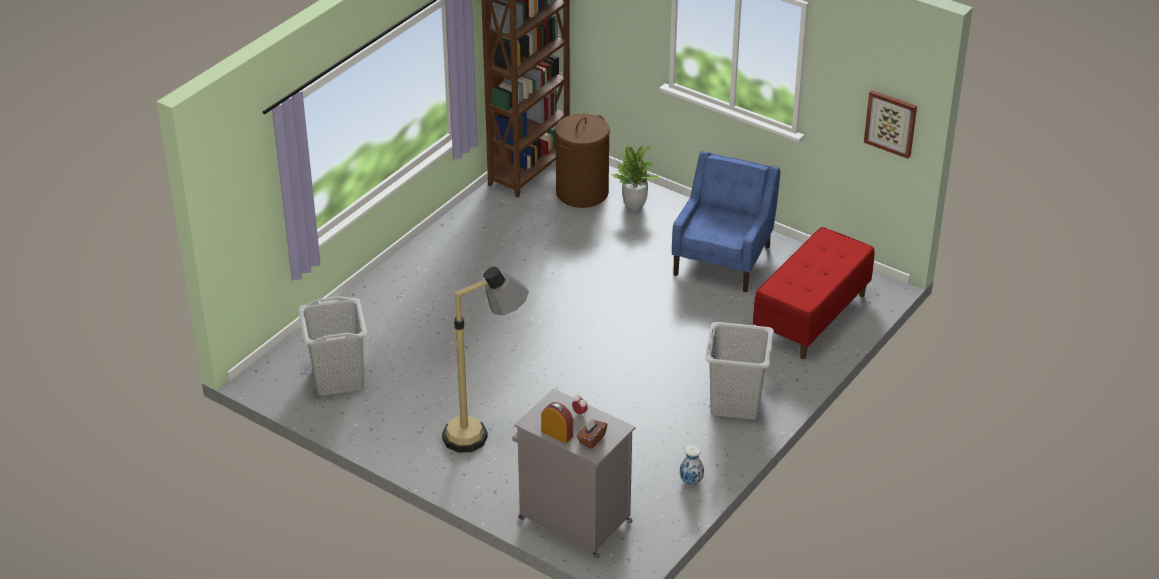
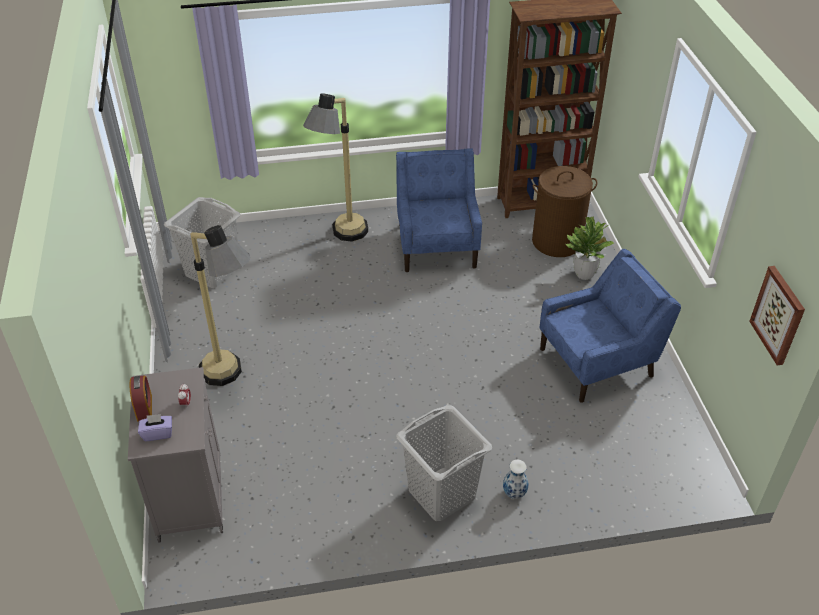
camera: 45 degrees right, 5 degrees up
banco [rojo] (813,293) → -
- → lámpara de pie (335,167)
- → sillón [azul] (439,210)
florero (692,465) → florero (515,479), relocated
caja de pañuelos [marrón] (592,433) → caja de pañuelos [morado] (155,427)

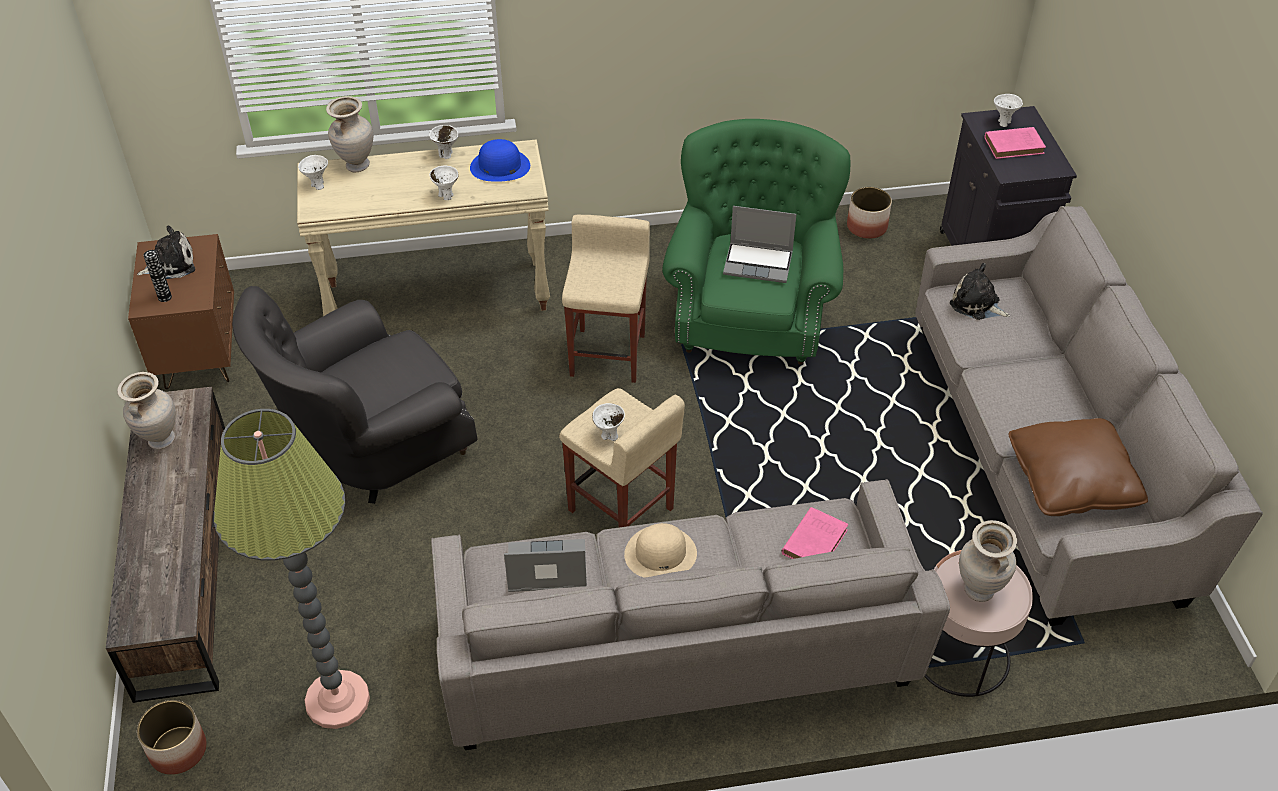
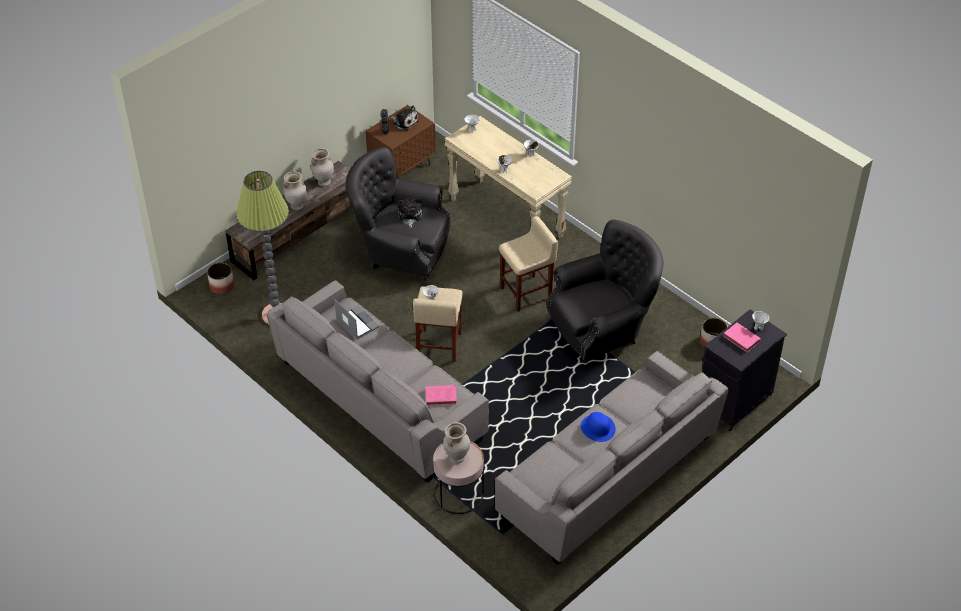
camera: 55 degrees right, 0 degrees up
sombrero [beis] (660,550) → -
portátil (760,244) → -
cojín [marrón] (1078,467) → -
florero [beis] (349,134) → florero [beis] (295,190), relocated
sombrero [azul] (500,160) → sombrero [azul] (598,427), relocated
peluche (980,291) → peluche (409,212), relocated
sillón [verde] (756,242) → sillón [gris] (605,291)

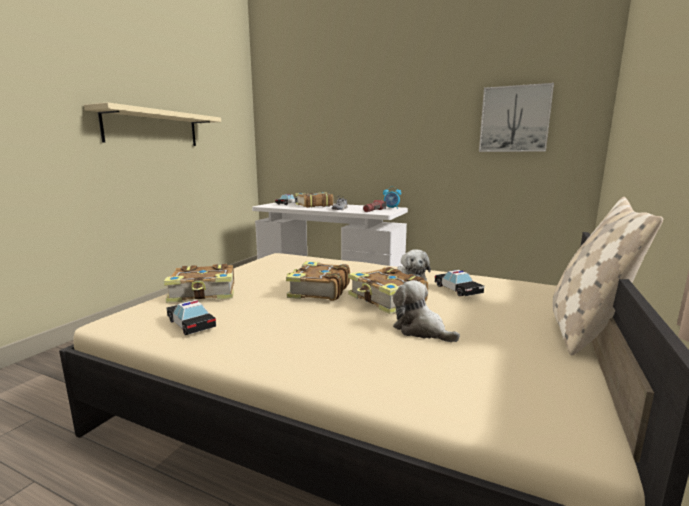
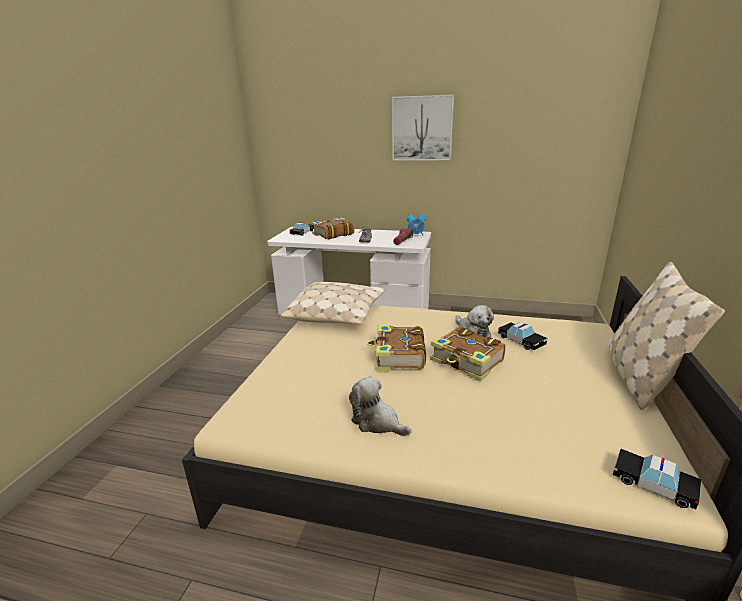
camera: 10 degrees left, 10 degrees up
estante [beis] (152,124) → -
libro (199,283) → -
- → cojín [beis] (333,303)
coche de juguete (191,317) → coche de juguete (657,479), relocated
peluche (426,311) → peluche (380,406), relocated
cuadro (516,117) → cuadro (423,127), relocated

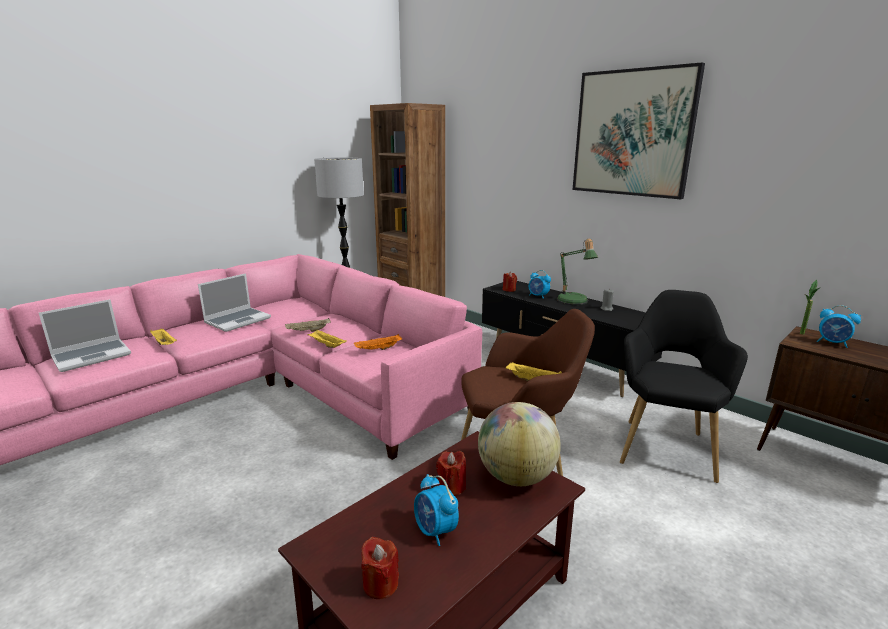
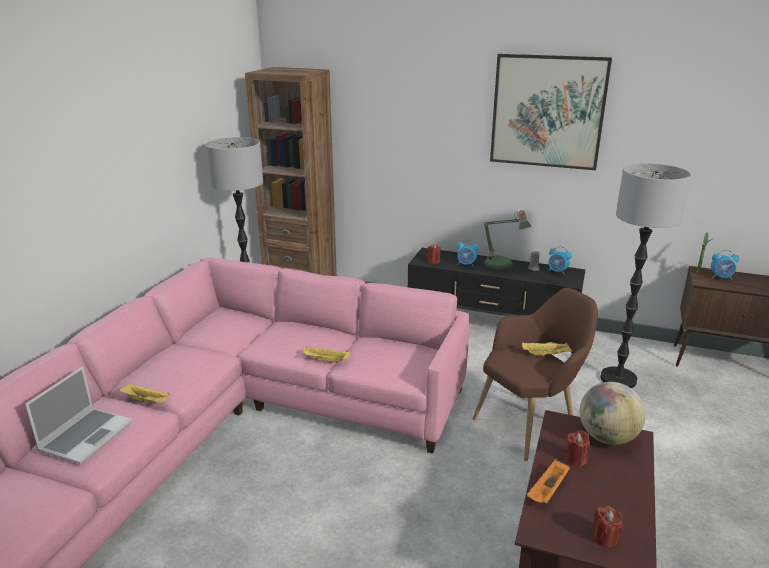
camera: 25 degrees left, 5 degrees up
portátil (234,302) → -
bandeja [beis] (308,325) → -
bandeja [naranja] (378,342) → bandeja [naranja] (548,481), relocated
despertador (436,510) → despertador (560,260), relocated
sillón [negro] (684,386) → lámpara de pie (645,275)

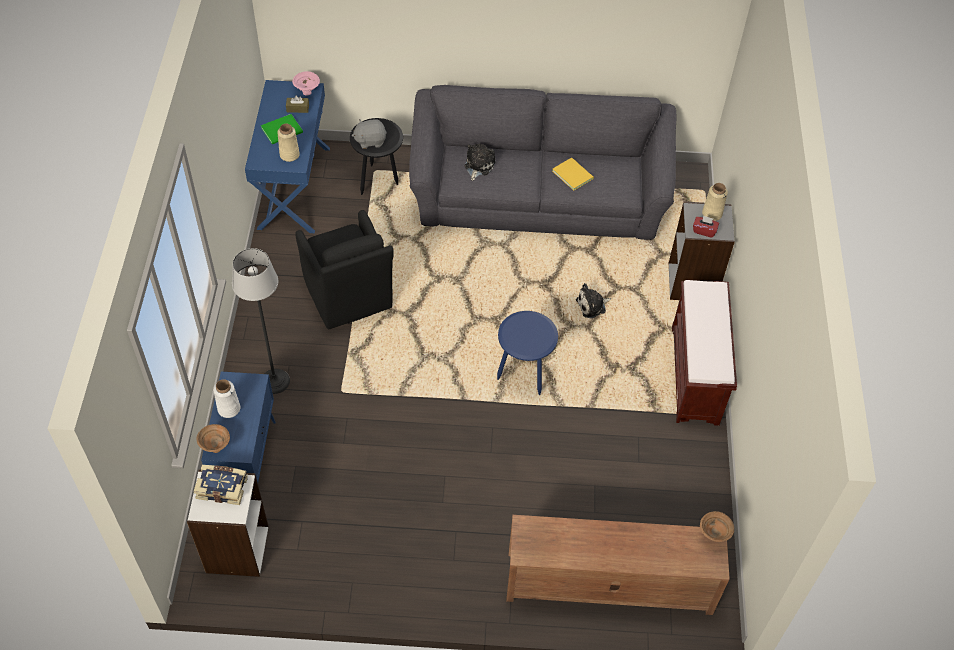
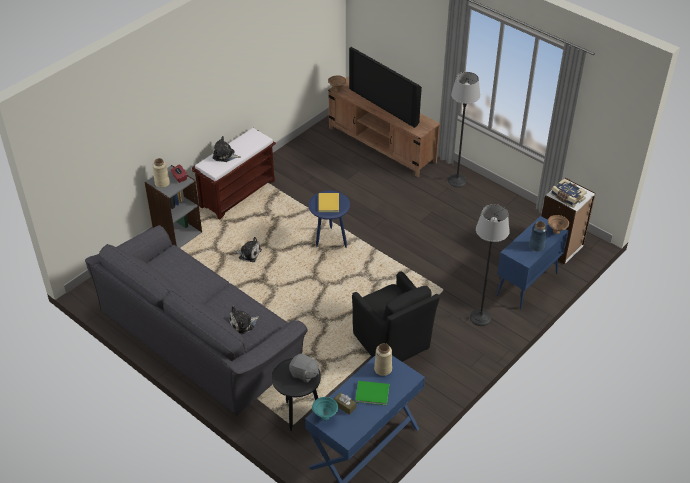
camera: 140 degrees left, 10 degrees down
- → peluche (226,149)
- → televisor (385,87)
- → lámpara de pie (463,130)
libro [amarillo] (573,173) → libro [amarillo] (328,202), relocated
florero [blanco] (226,398) → florero [azul] (538,236)
cuenco [rosa] (306,83) → cuenco [turquesa] (325,408)
sillón [negro] (344,270) → sillón [negro] (396,317), 135 degrees clockwise

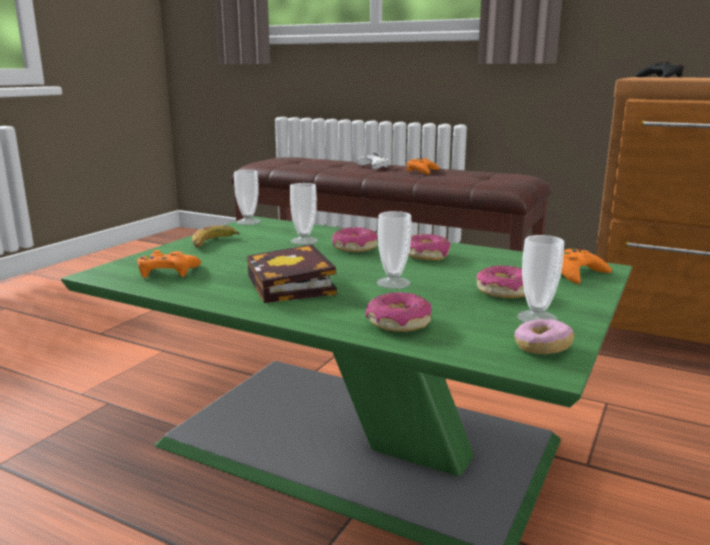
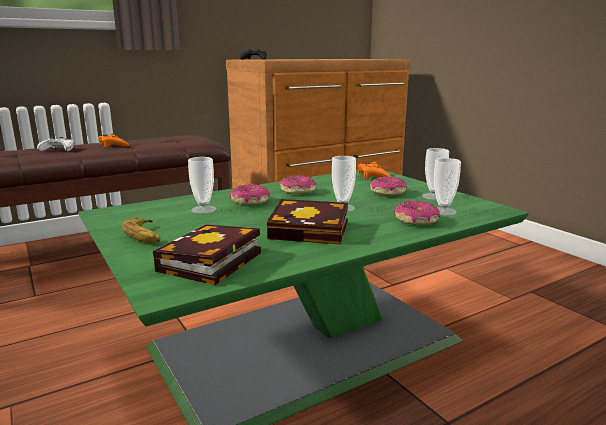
camera: 60 degrees left, 0 degrees up
rosquilla (544,336) → -
taza (247,197) → taza (447,187), relocated
mando de consola [naranja] (169,264) → libro (207,255)

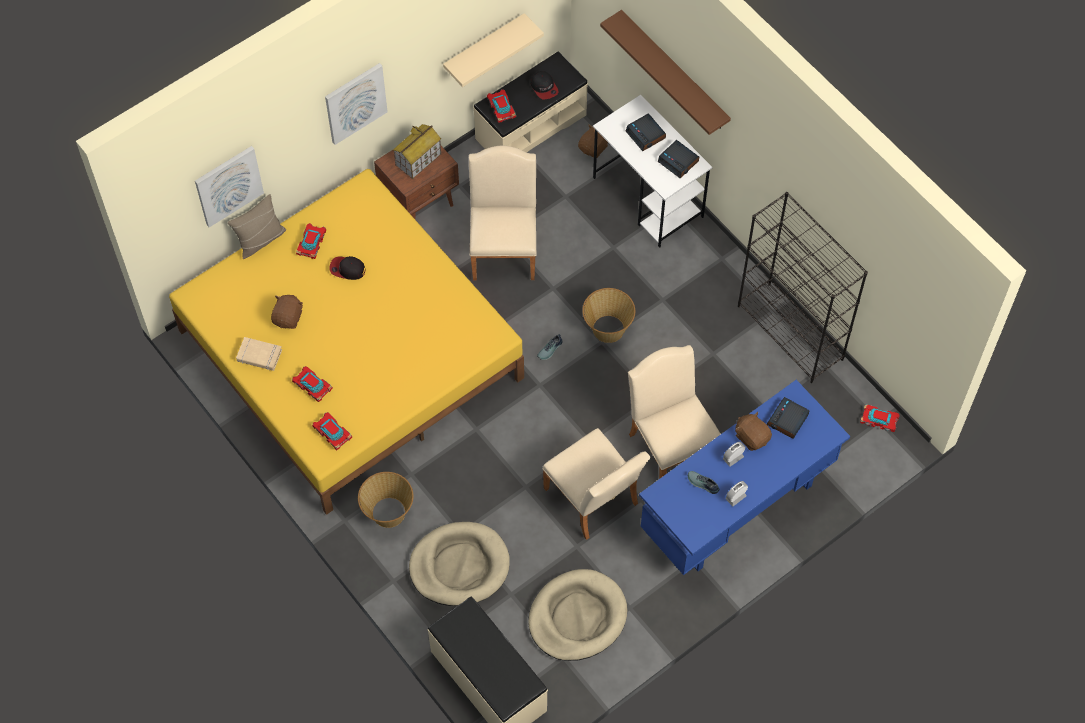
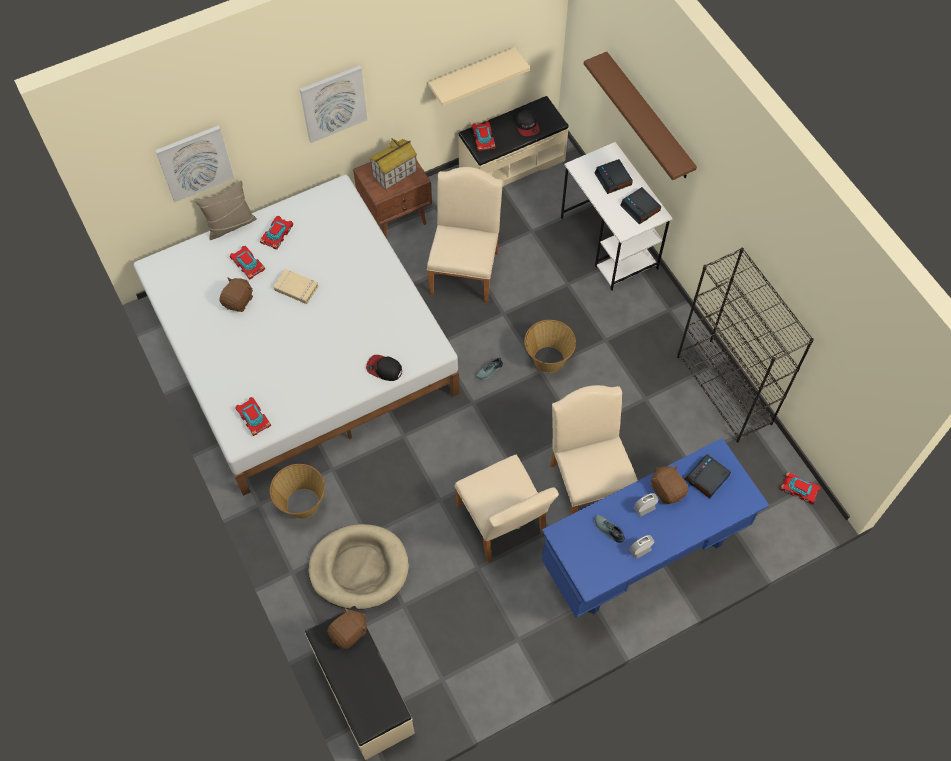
camera: 10 degrees right, 0 degrees up
cama para perro [beis] (577,615) → -
libro [beis] (259,354) → libro [beis] (296,286), relocated
coche de juguete (312,384) → coche de juguete (247,262), relocated
gorra (347,268) → gorra (384,368), relocated
peluche [marrón] (593,141) → peluche [marrón] (347,628), relocated
cama [amarillo] (346,342) → cama [blanco] (297,335)

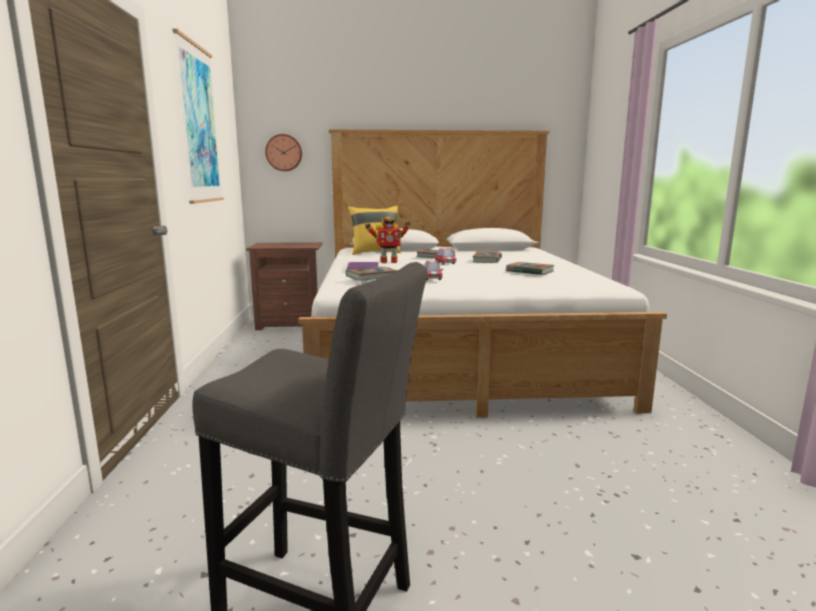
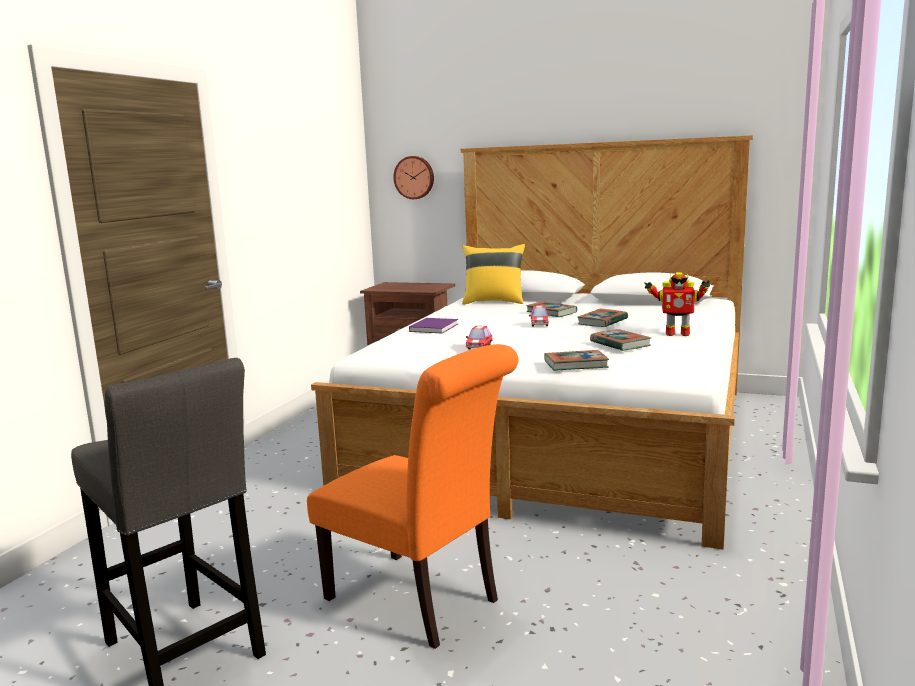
camera: 25 degrees right, 0 degrees up
cuadro (198,116) → -
- → silla [naranja] (412,496)
libro (371,274) → libro (576,360), relocated
robot de juguete (388,240) → robot de juguete (677,304), relocated

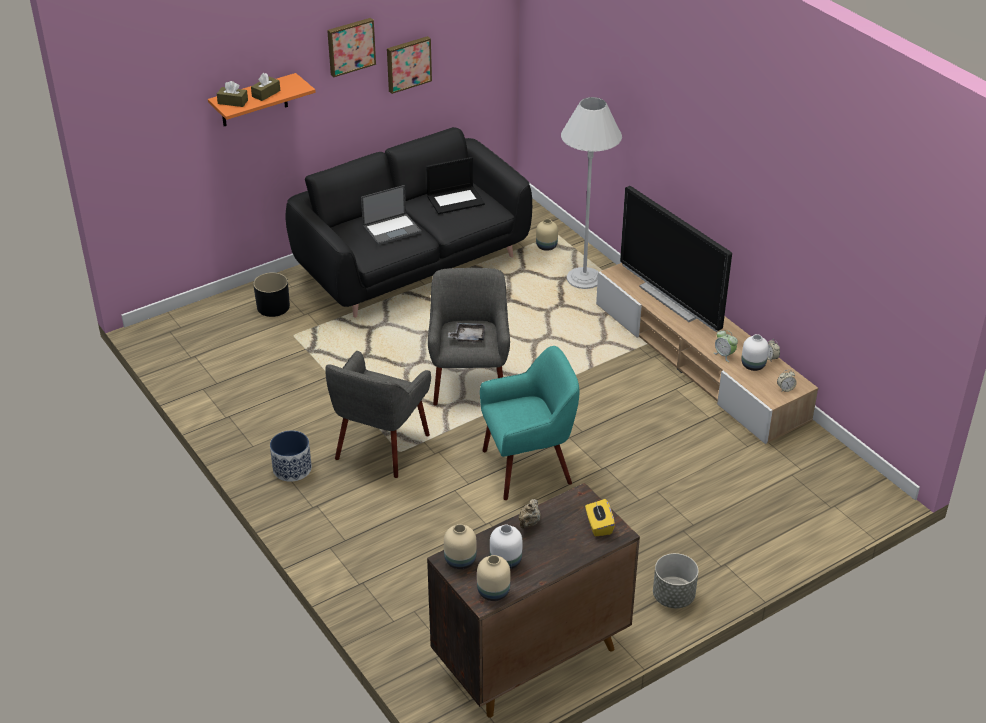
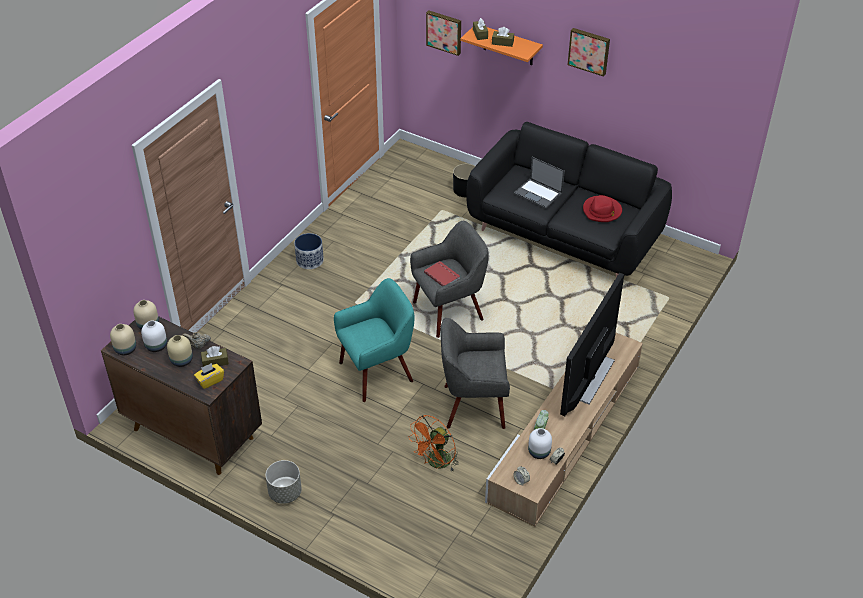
camera: 65 degrees right, 5 degrees up
lámpara de pie [blanco] (591,193) → -
- → caja de pañuelos [marrón] (215,356)
- → ventilador [naranja] (433,443)
sillón [gris] (378,414) → sillón [gris] (475,373), relocated
cuadro (409,65) → cuadro (443,33), relocated
florero [beis] (547,235) → florero [beis] (180,351), relocated
portátil (455,185) → sombrero [rojo] (602,208)
bandeja [gris] (466,333) → libro [rojo] (442,273)
sillón [turquesa] (529,423) → sillón [turquesa] (374,340), 75 degrees counterclockwise

